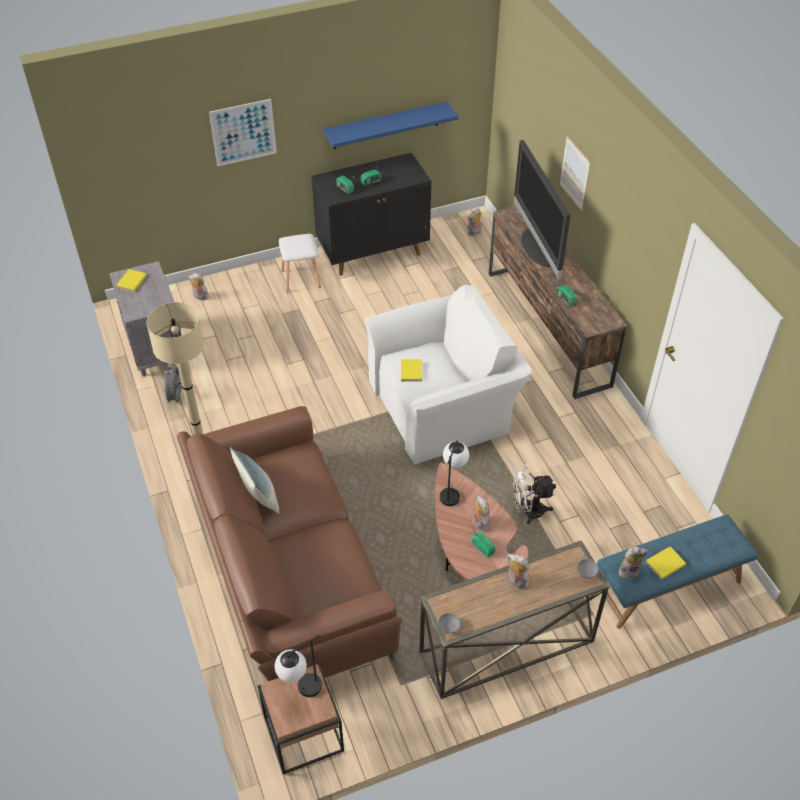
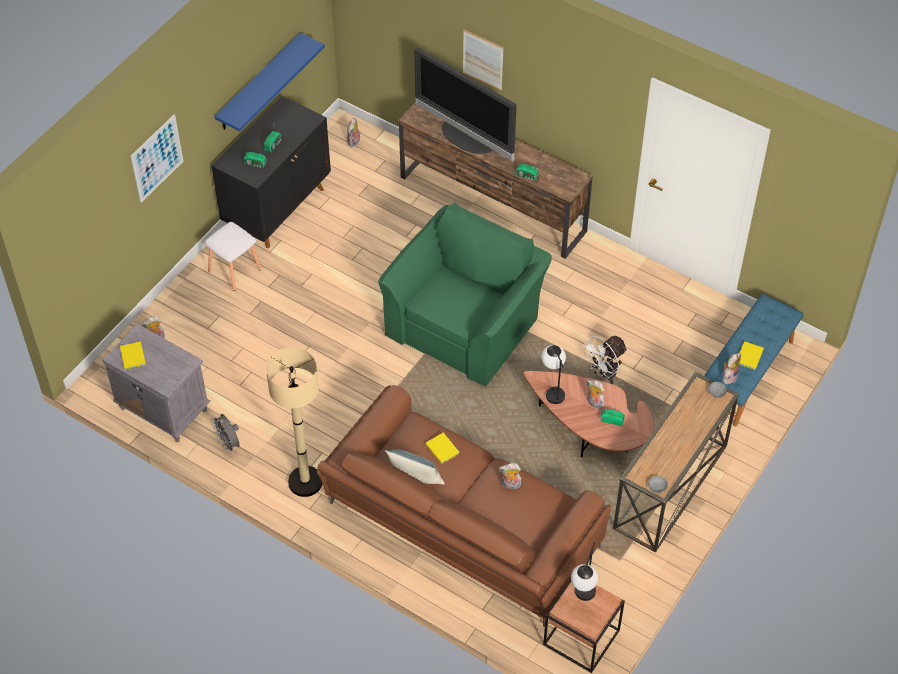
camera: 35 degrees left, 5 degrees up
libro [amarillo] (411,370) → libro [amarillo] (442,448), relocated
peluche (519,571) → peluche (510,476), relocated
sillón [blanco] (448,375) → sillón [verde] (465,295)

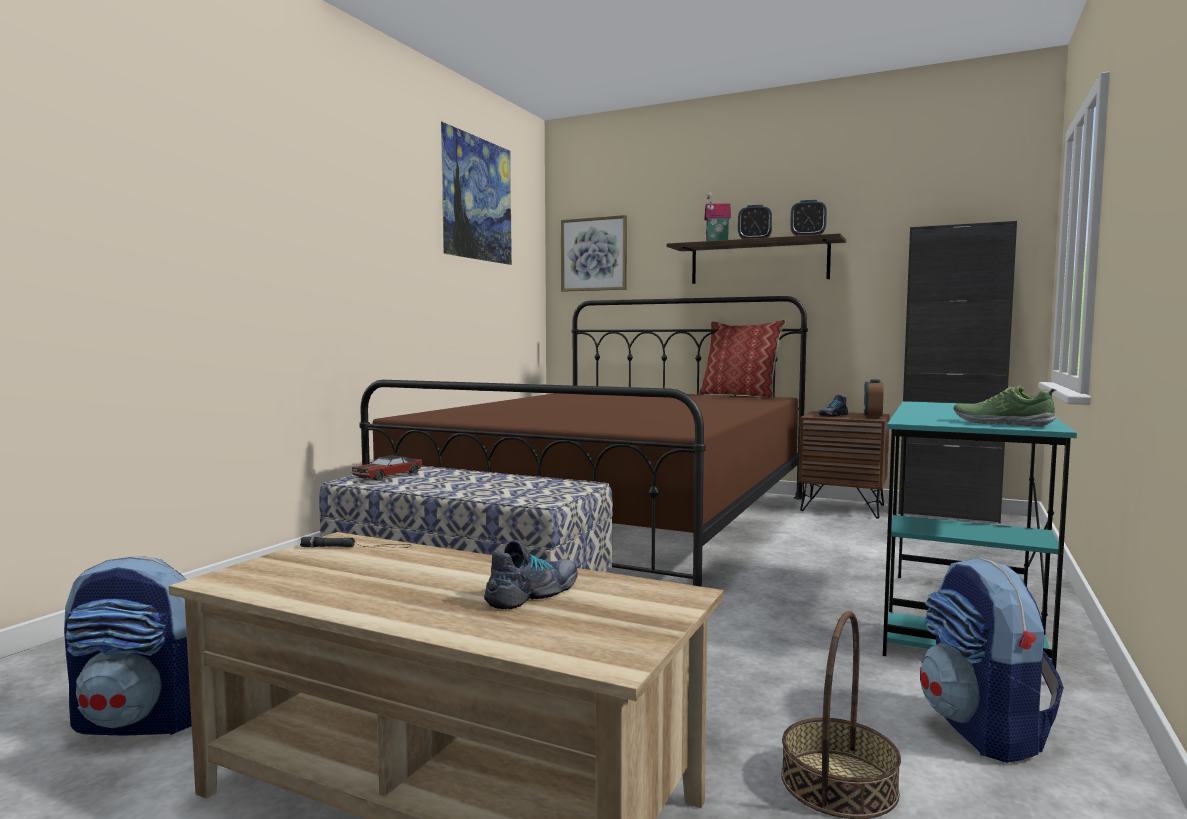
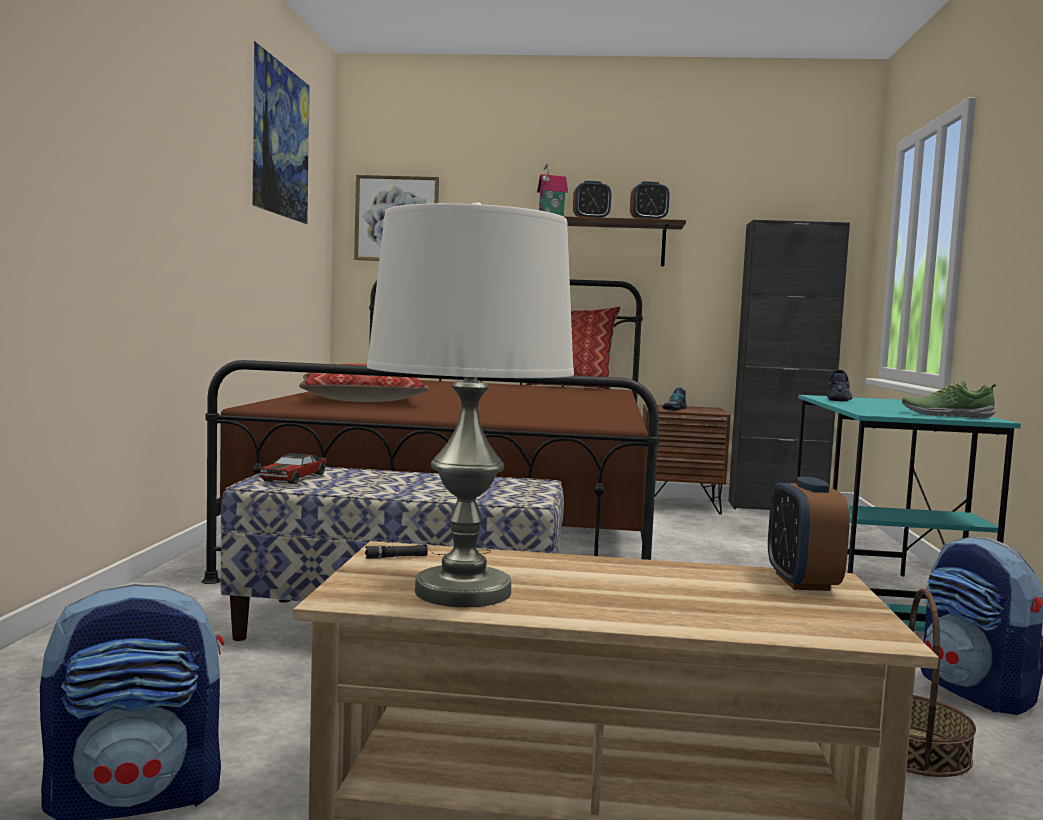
camera: 20 degrees left, 0 degrees up
- → cojín (363,383)
- → lámpara de mesa [blanco] (470,404)
zapato (531,574) → zapato (840,385), relocated
despertador (874,398) → despertador (809,533), relocated

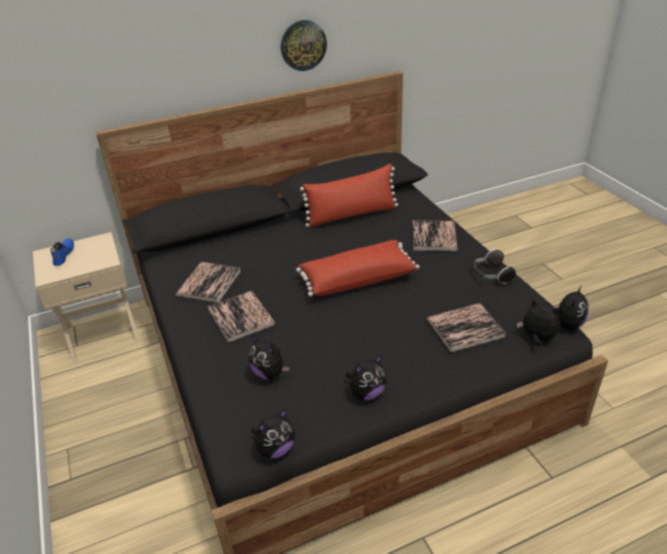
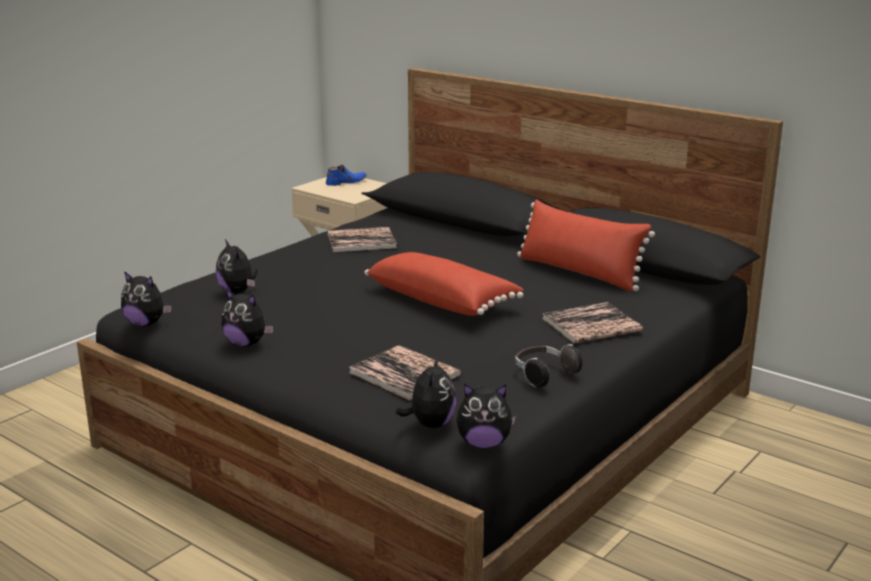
camera: 60 degrees right, 15 degrees down
libro (241,317) → -
reloj de pared (304,45) → -
peluche (269,357) → peluche (237,266), 45 degrees counterclockwise

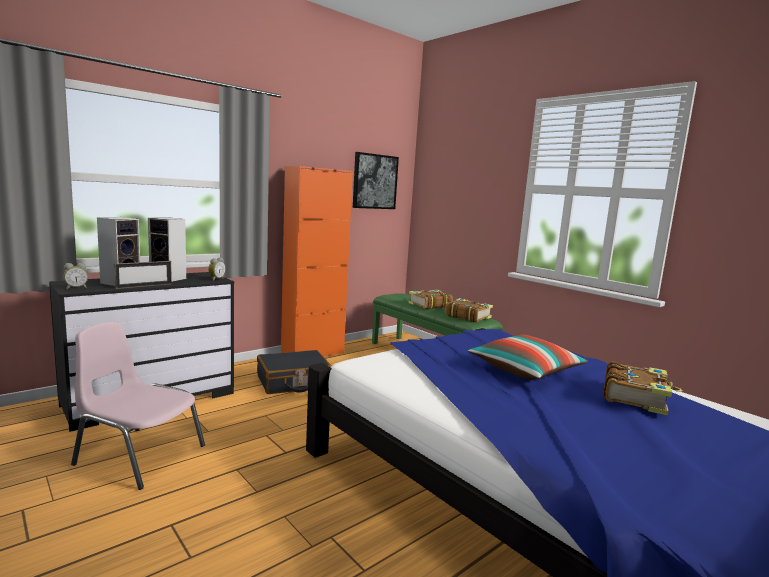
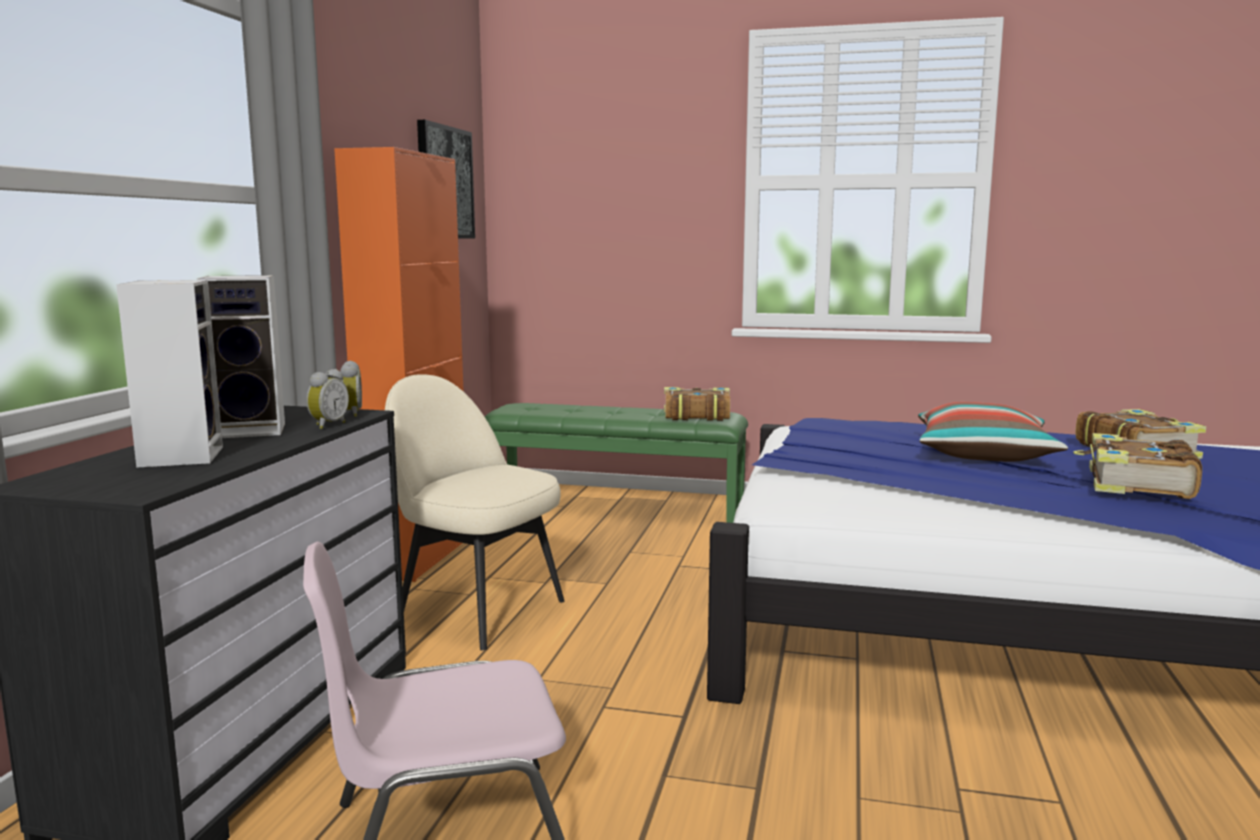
camera: 35 degrees left, 0 degrees up
portarretratos (143,275) → -
despertador (76,276) → despertador (327,399), relocated
libro (430,299) → libro (1137,466), relocated
maleta [negro] (294,372) → silla [beis] (474,512)

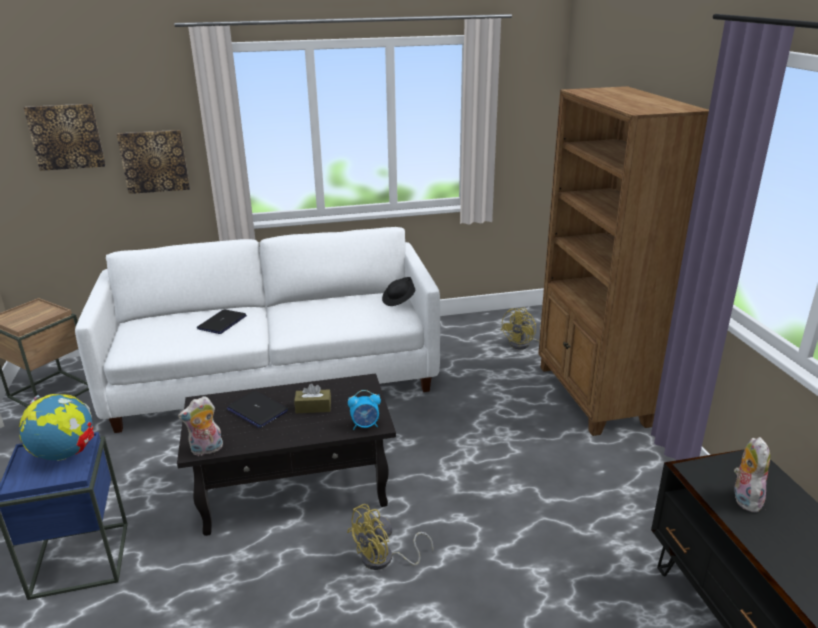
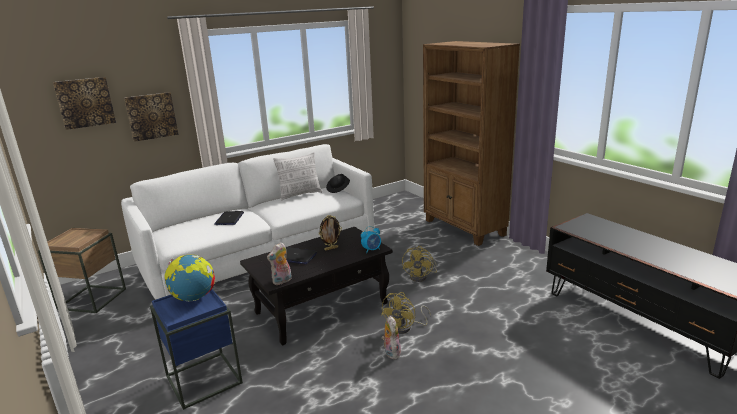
camera: 20 degrees left, 5 degrees down
- → cojín (297,176)
ventilador [amarillo] (520,328) → ventilador [amarillo] (419,264), relocated
peluche (752,475) → peluche (391,337), relocated
caja de pañuelos [marrón] (312,398) → portarretratos (330,232)

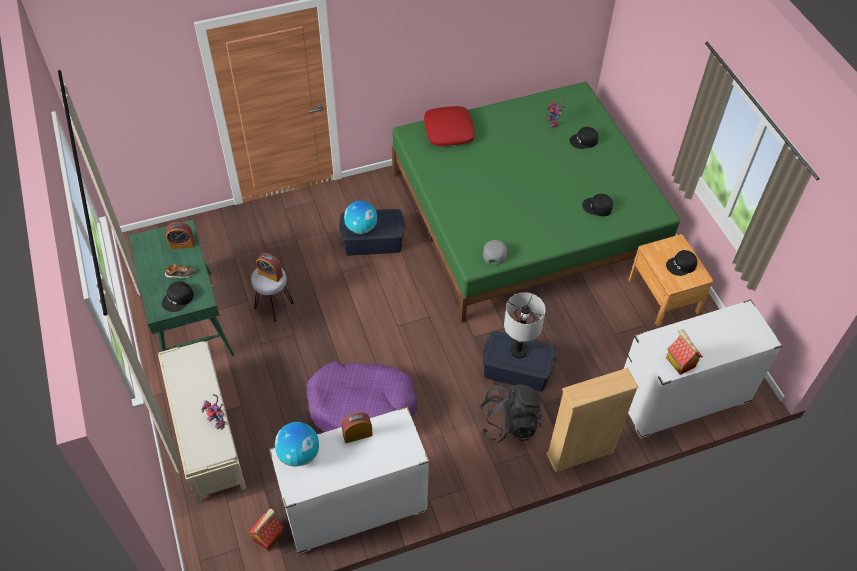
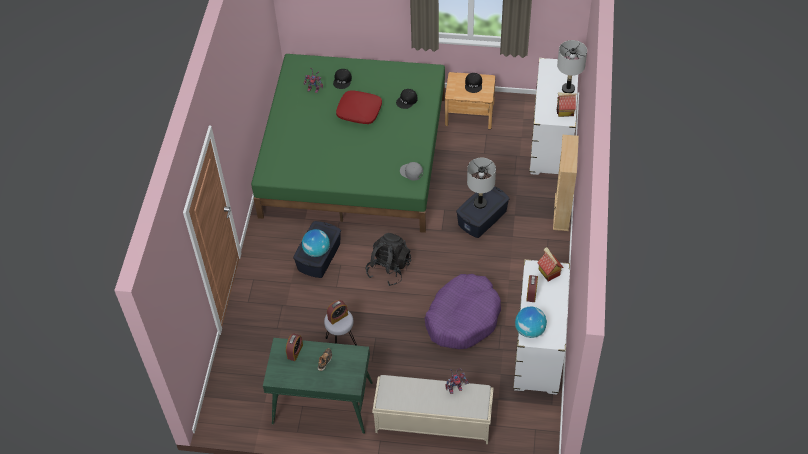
camera: 60 degrees left, 0 degrees up
gorra [negro] (178,297) → -
- → lámpara de mesa [gris] (572,66)
casita (265,530) → casita (550,264), relocated
cojín [rojo] (449,126) → cojín [rojo] (359,107), relocated
mochila [negro] (511,413) → mochila [negro] (388,259), relocated

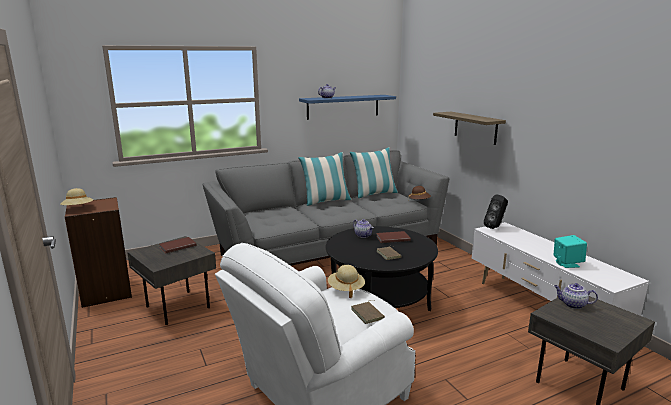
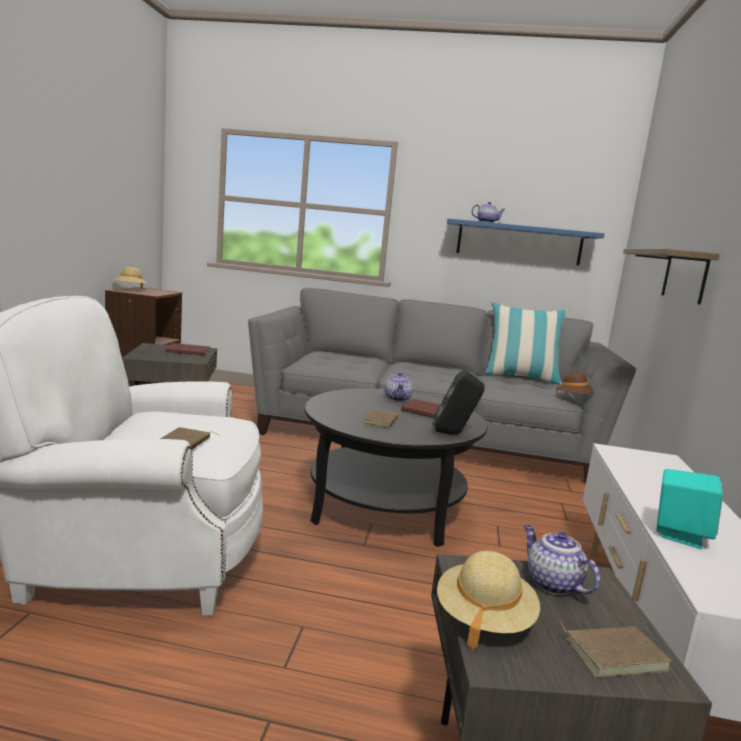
camera: 35 degrees right, 5 degrees down
cojín (325,179) → -
- → libro [marrón] (615,648)
sombrero [beis] (346,281) → sombrero [beis] (488,600), relocated
altavoz [negro] (496,211) → altavoz [negro] (458,402), relocated

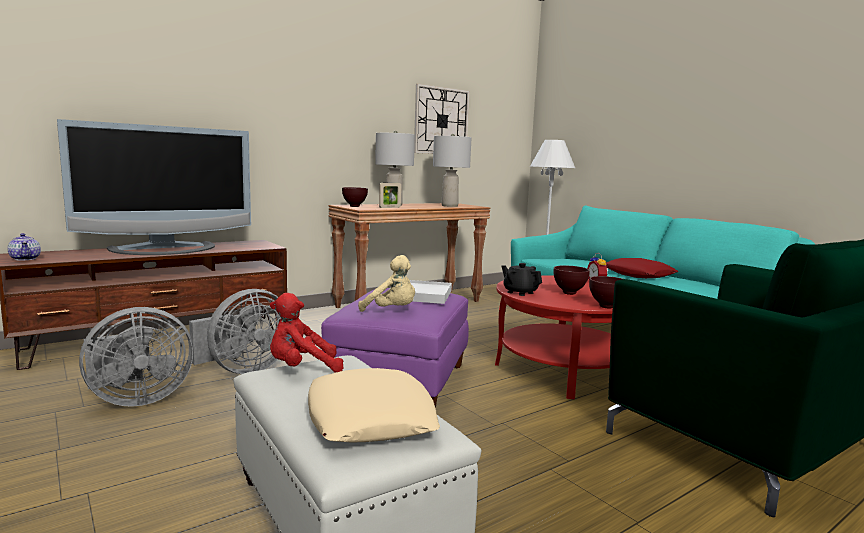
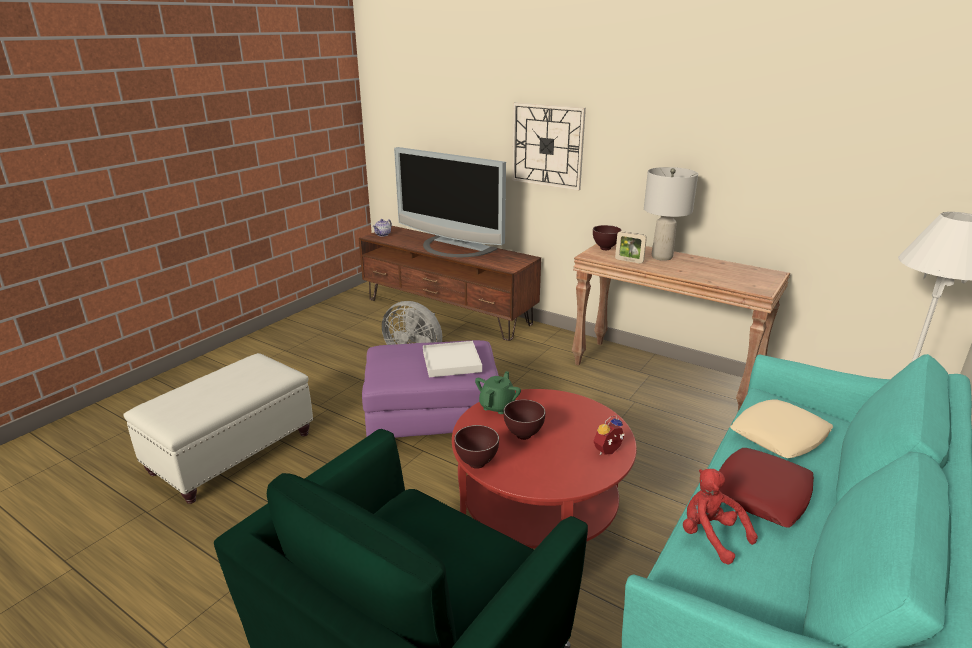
camera: 70 degrees right, 15 degrees up
ventilador [gris] (136,357) → -
peluche [beis] (386,283) → -
lámpara de mesa [gris] (452,170) → -
peluche [rojo] (306,333) → peluche [rojo] (720,517), relocated
cojín [beis] (374,405) → cojín [beis] (781,428), relocated
reloj de pared (442,119) → reloj de pared (549,146), relocated
tetera [negro] (521,279) → tetera [verde] (498,392)

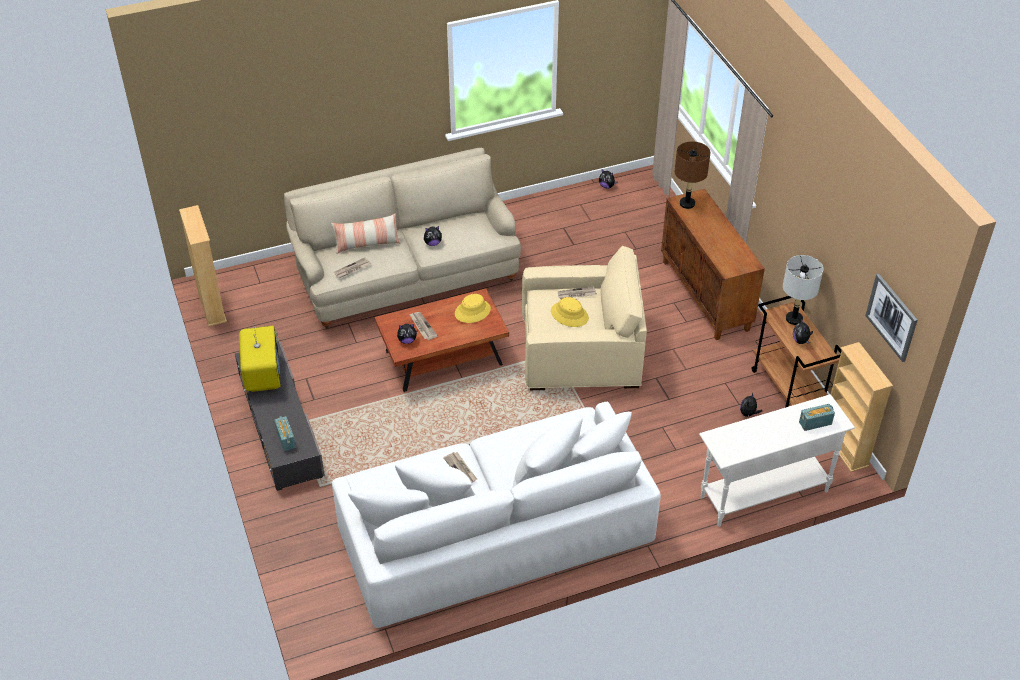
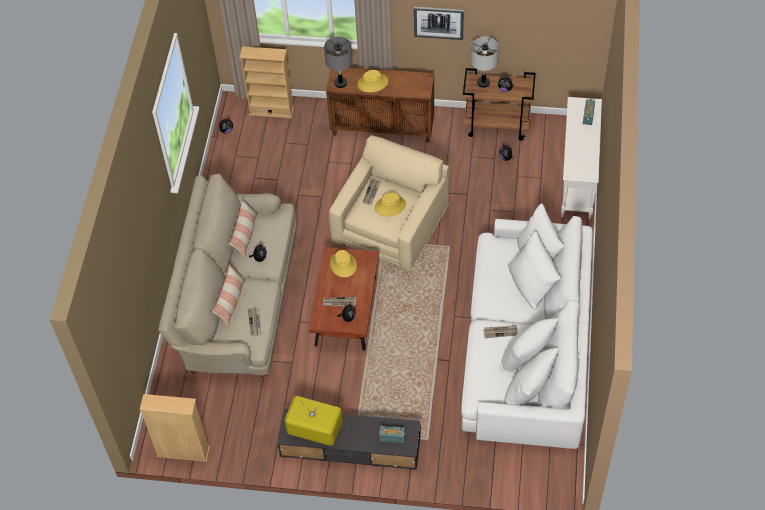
camera: 60 degrees left, 10 degrees up
- → cojín (242,228)
- → sombrero [amarillo] (372,81)
estantería [beis] (862,407) → estantería [beis] (266,82), relocated
cuadro (891,318) → cuadro (439,23), relocated
lámpara de mesa [marrón] (692,175) → lámpara de mesa [gris] (338,62)

